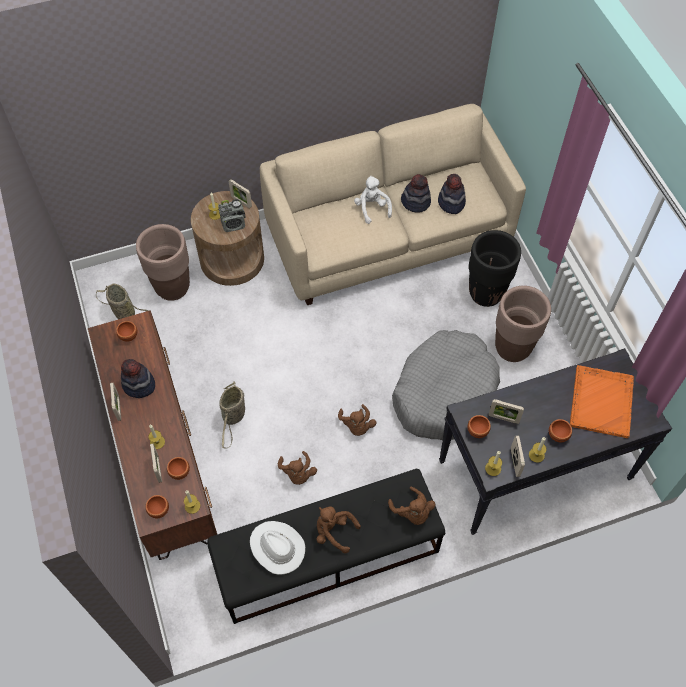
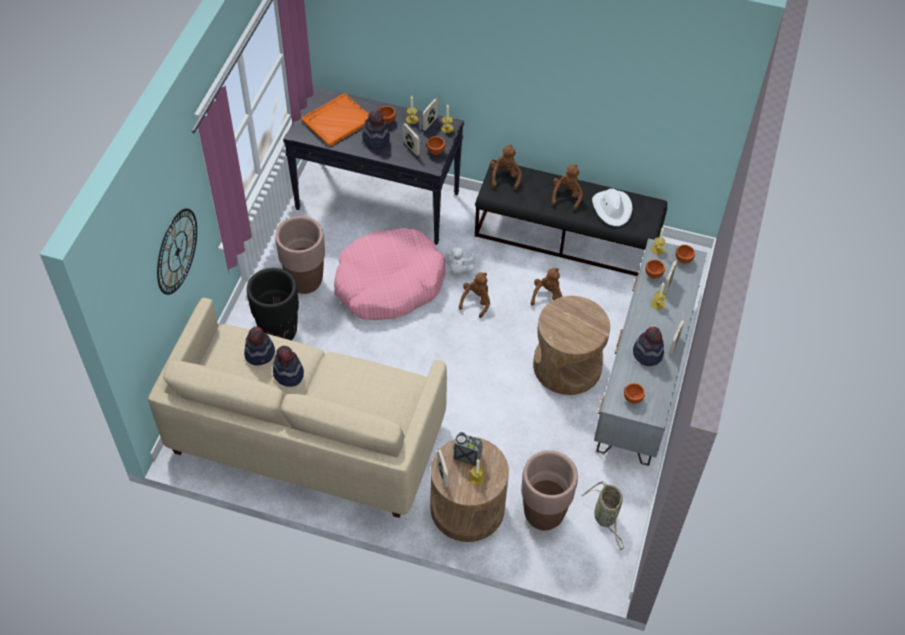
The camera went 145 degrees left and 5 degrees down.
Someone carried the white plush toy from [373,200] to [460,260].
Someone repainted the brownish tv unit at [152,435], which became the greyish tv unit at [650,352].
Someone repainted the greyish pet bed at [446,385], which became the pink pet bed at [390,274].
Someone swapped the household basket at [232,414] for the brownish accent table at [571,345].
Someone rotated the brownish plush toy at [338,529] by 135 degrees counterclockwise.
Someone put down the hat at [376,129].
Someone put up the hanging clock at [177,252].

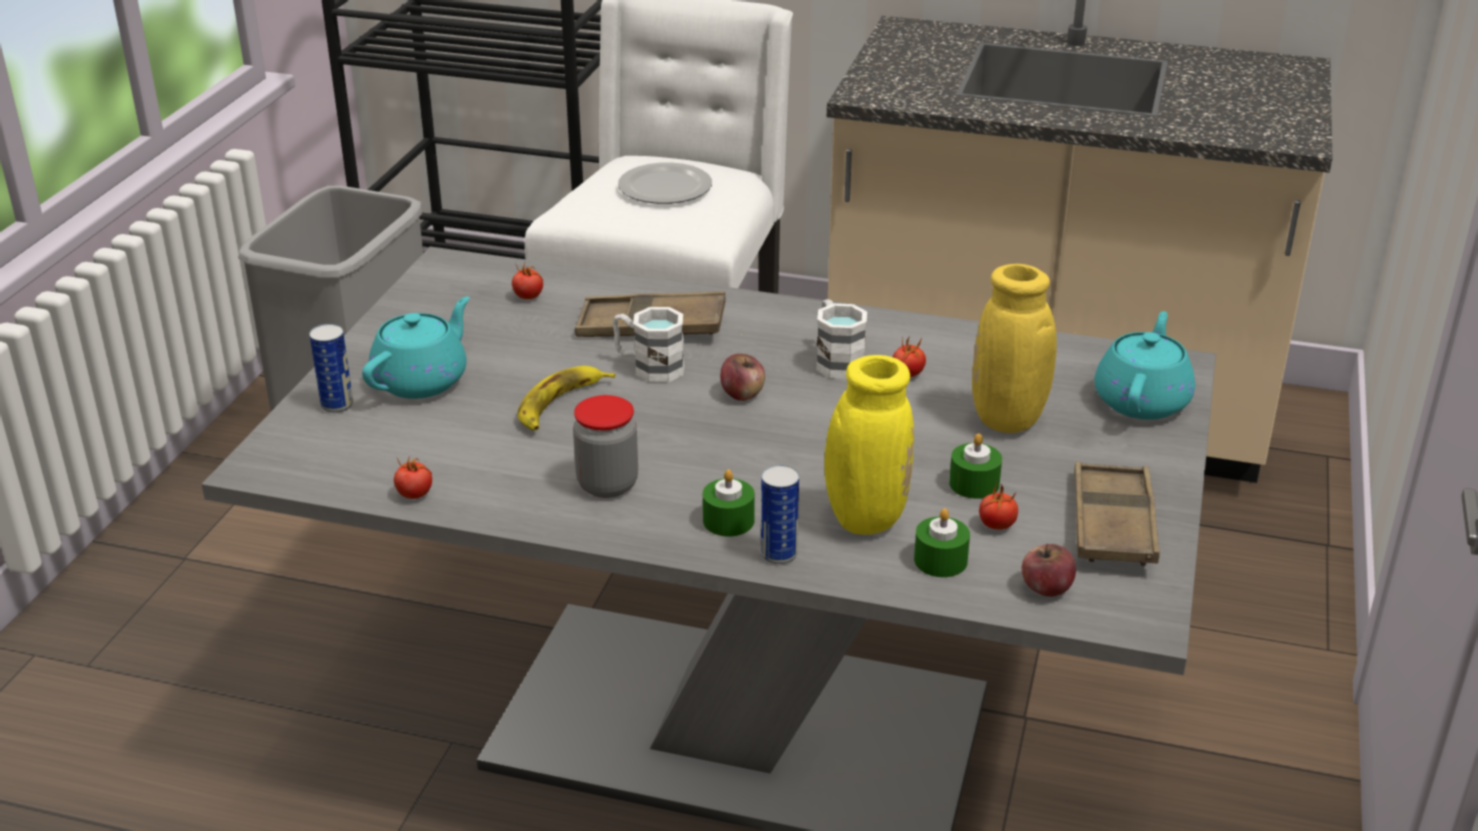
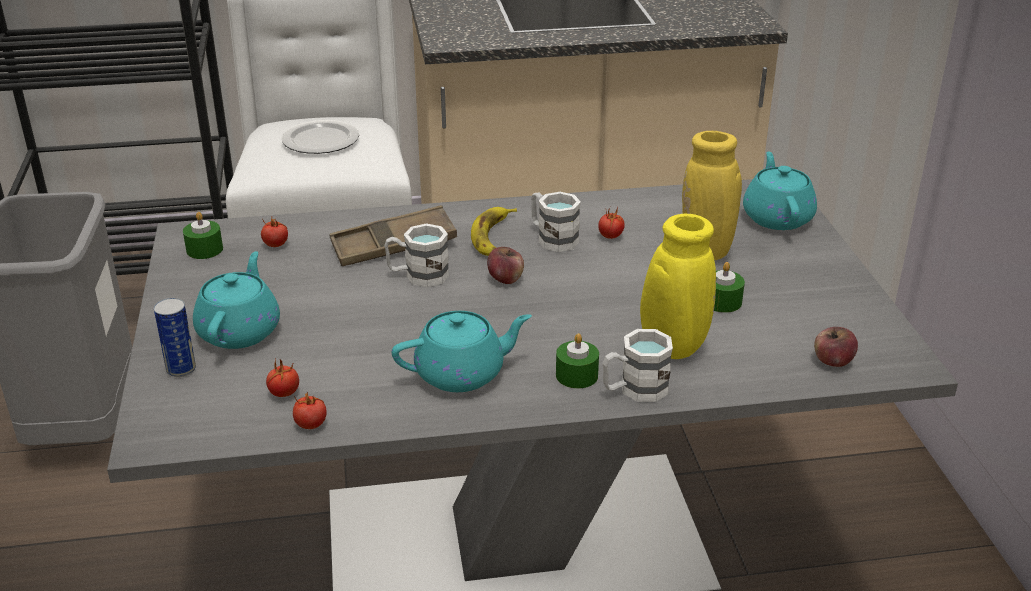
The camera went 25 degrees left and 0 degrees up.
Someone carried the banana from [566,398] to [494,231].
Someone swapped the storage jar at [605,446] for the blue-green teapot at [462,351].
Someone took away the brownish serving tray at [1117,514].
Someone swapped the can at [780,514] for the white coffee mug at [638,365].
Someone carried the whole tomato from [998,505] to [282,377].
Someone carried the green candle from [942,542] to [203,235].

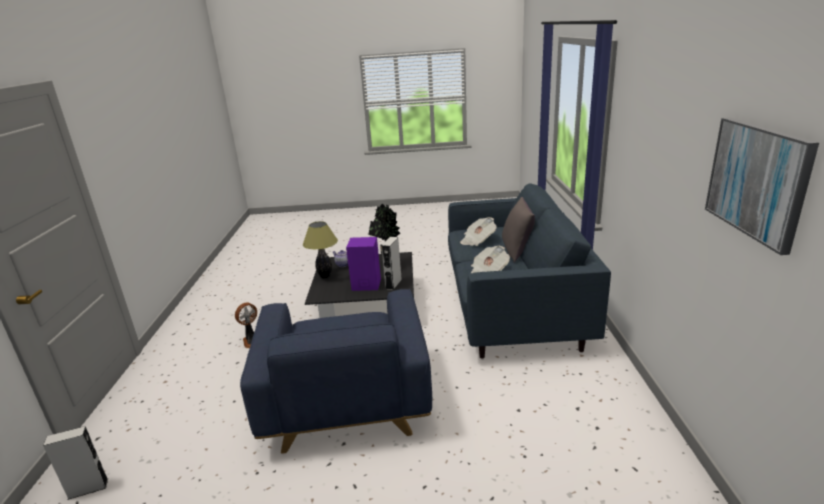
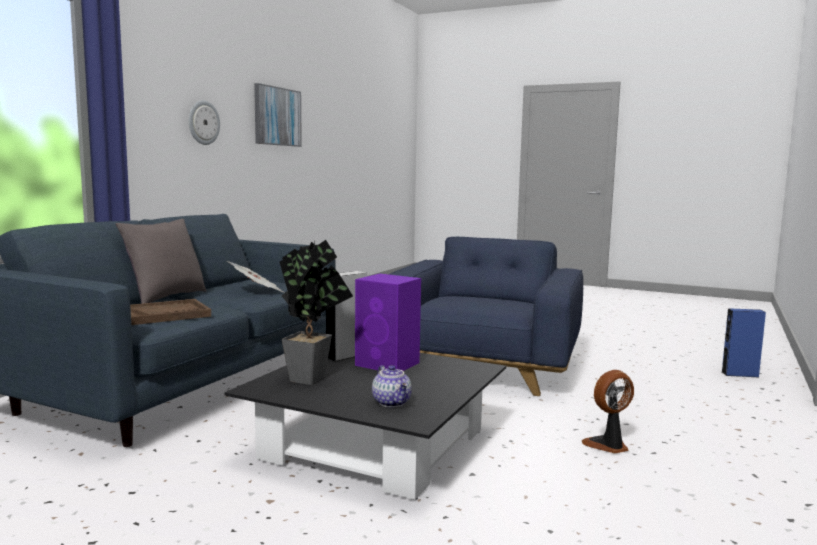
The camera went 155 degrees left and 15 degrees down.
Someone swapped the daily paper at [478,231] for the brownish serving tray at [170,312].
Someone took away the tabletop lamp at [320,250].
Someone repainted the greyish loudspeaker at [75,463], which became the blue loudspeaker at [744,343].
Someone put up the hanging clock at [204,122].

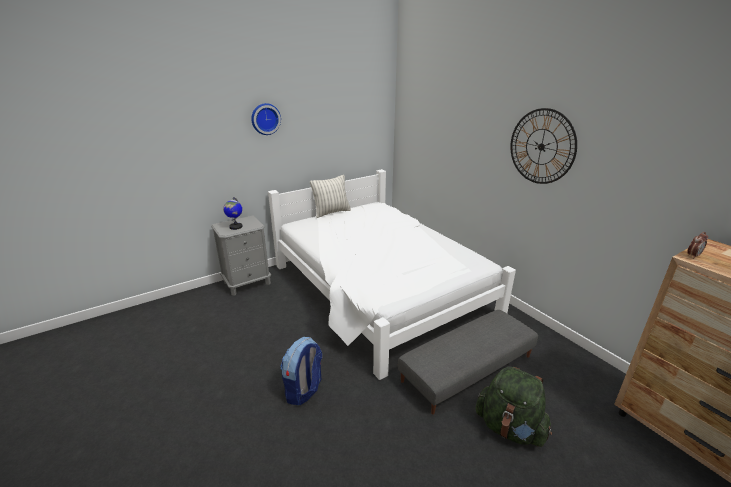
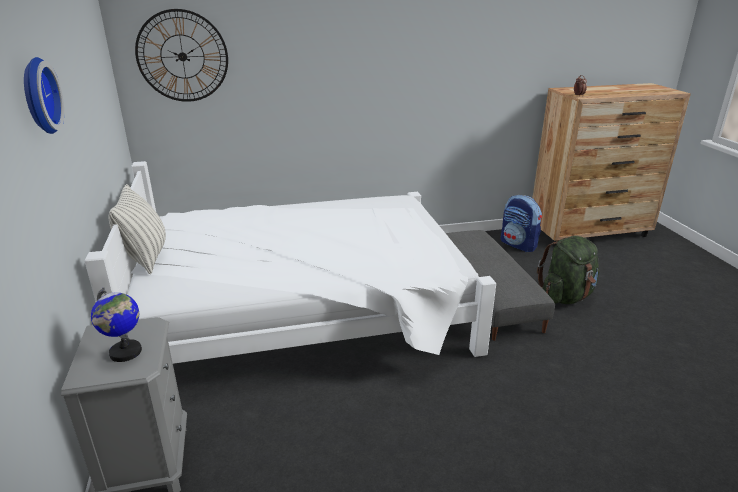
The camera went 70 degrees left and 0 degrees up.
Someone carried the hanging clock from [543,146] to [181,55].
Someone carried the backpack from [301,371] to [521,223].

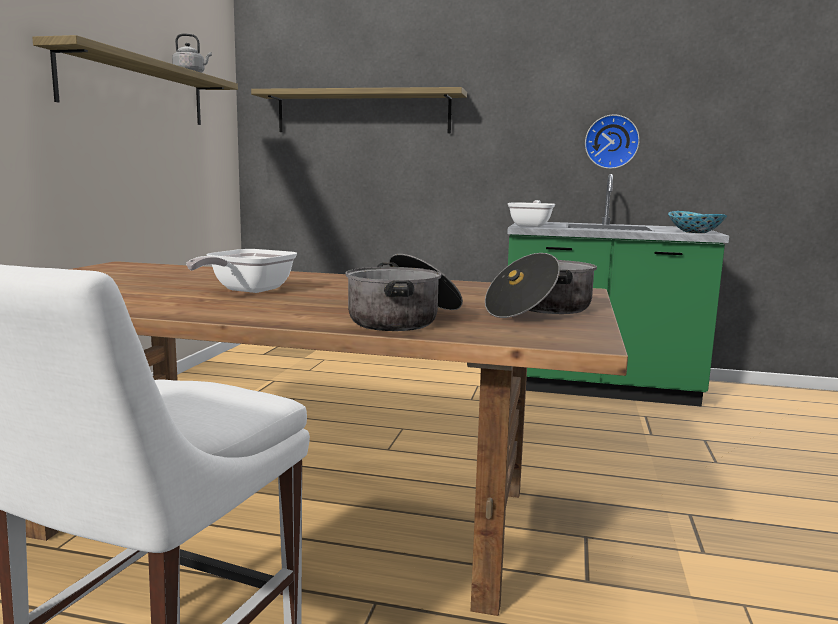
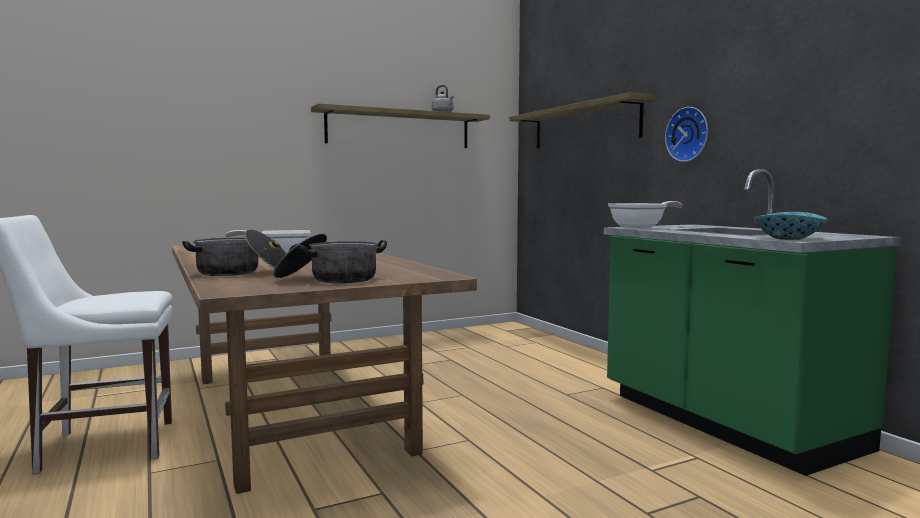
The camera went 50 degrees right and 5 degrees down.
Someone carried the hanging clock from [612,142] to [686,134].

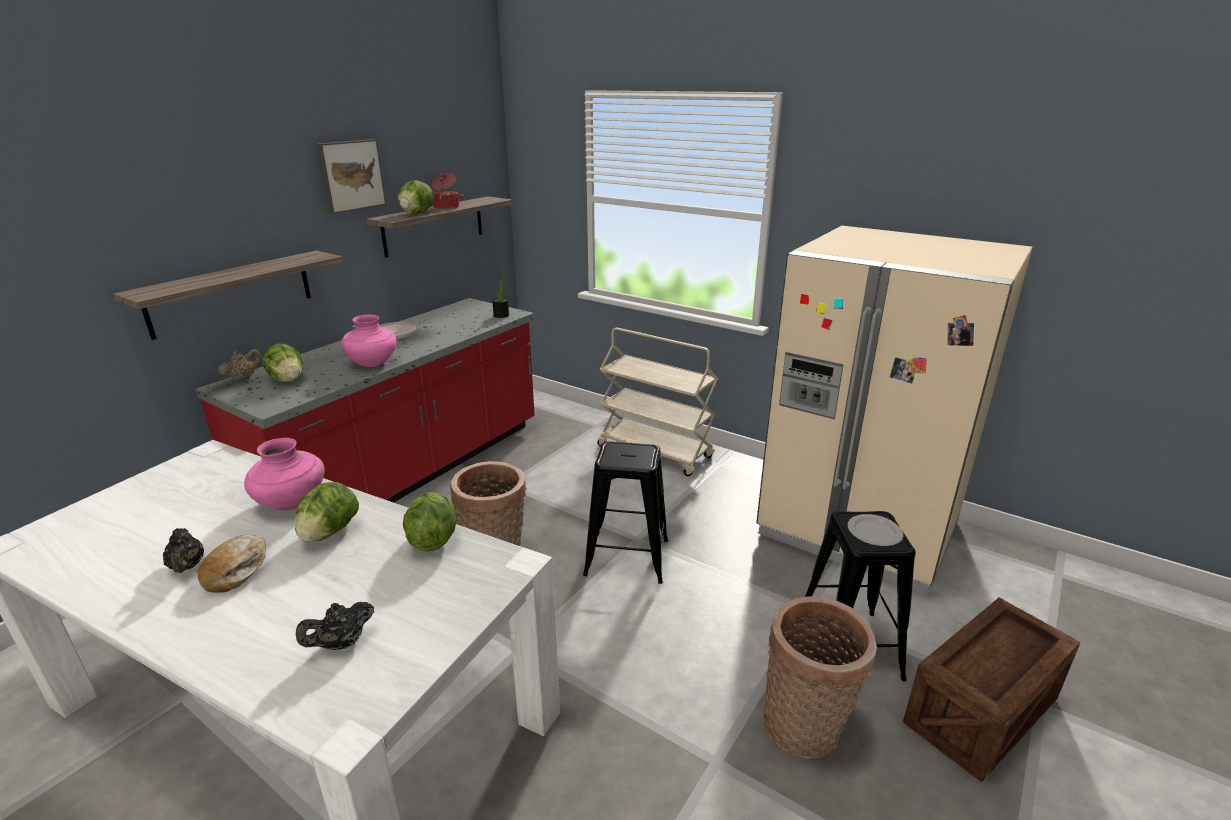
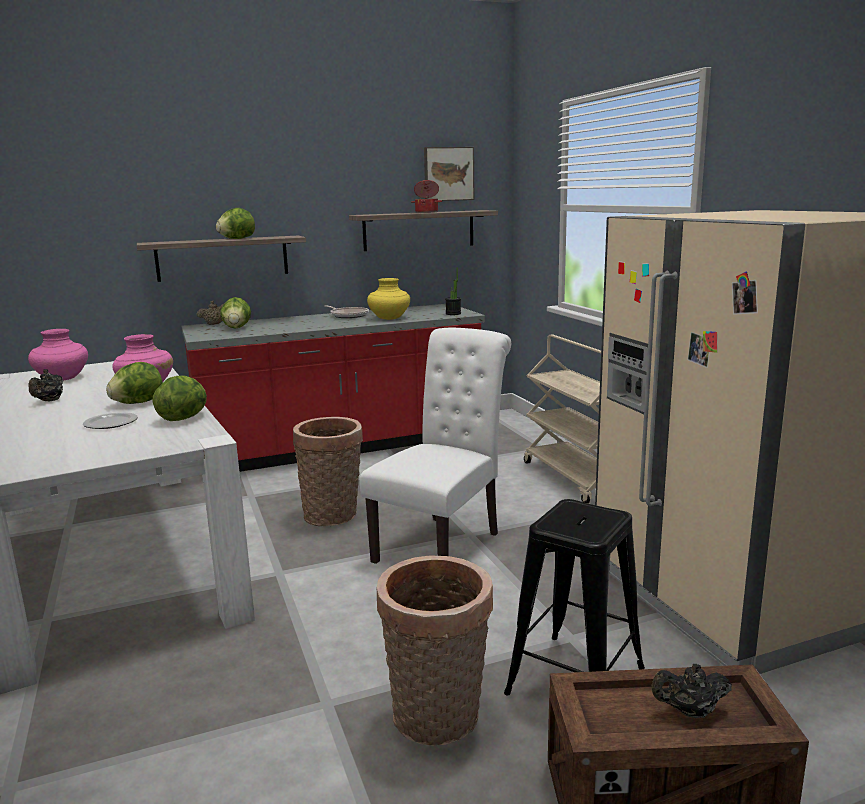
The camera went 35 degrees right and 10 degrees down.
Someone carried the wall picture from [351,176] to [449,174].
Someone carried the lettuce head from [416,197] to [235,223].
Someone carried the pink flower vase from [369,341] to [58,355].
Someone swapped the black-coloured stool at [625,512] for the white chair at [435,446].
Someone carried the flat dish from [875,530] to [110,420].
Someone took away the bread at [232,564].
Someone carried the black-coloured teapot from [335,626] to [691,691].
Someone put down the yellowish flower vase at [388,299].

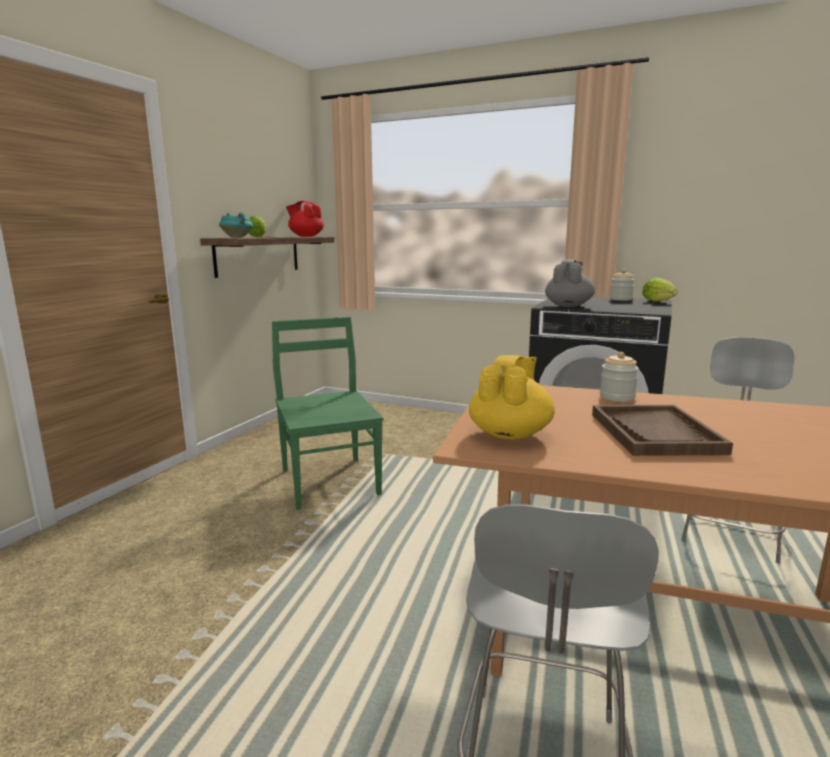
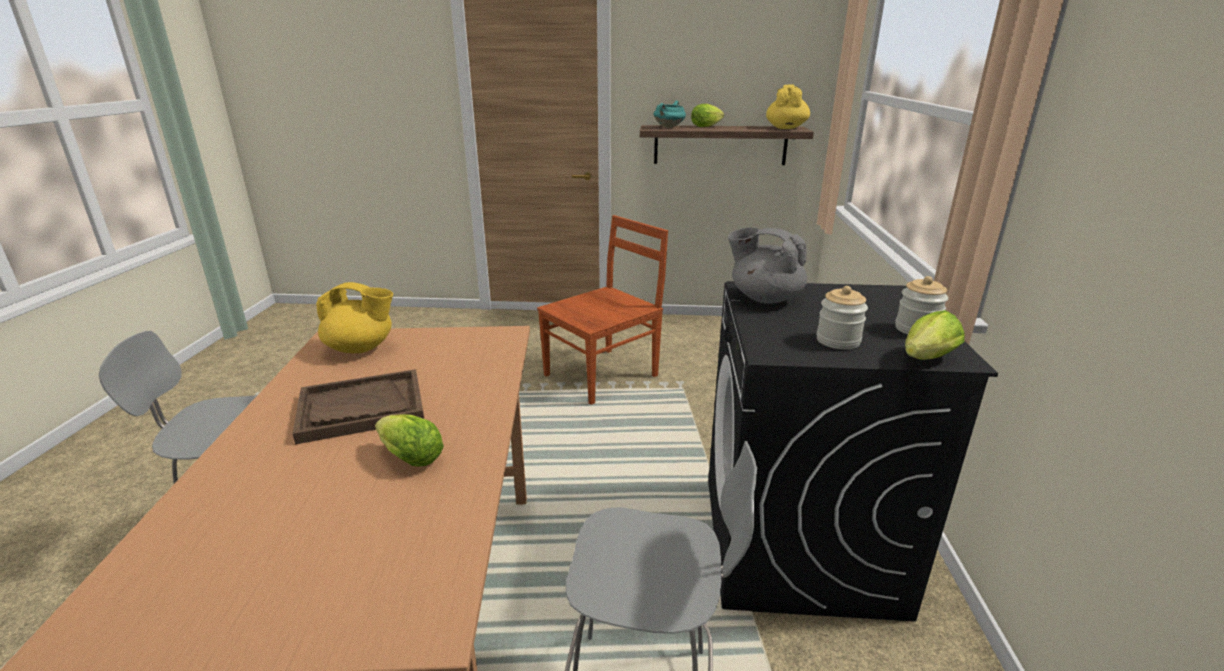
The camera went 70 degrees right and 10 degrees up.
Someone repainted the red-coloured teapot at [305,219], which became the yellowish teapot at [788,107].
Someone rotated the greyish teapot at [570,283] by 150 degrees counterclockwise.
Someone repainted the green chair at [327,413], which became the brownish chair at [602,310].
Someone carried the storage jar from [619,377] to [842,318].
Someone put down the lettuce head at [409,440].

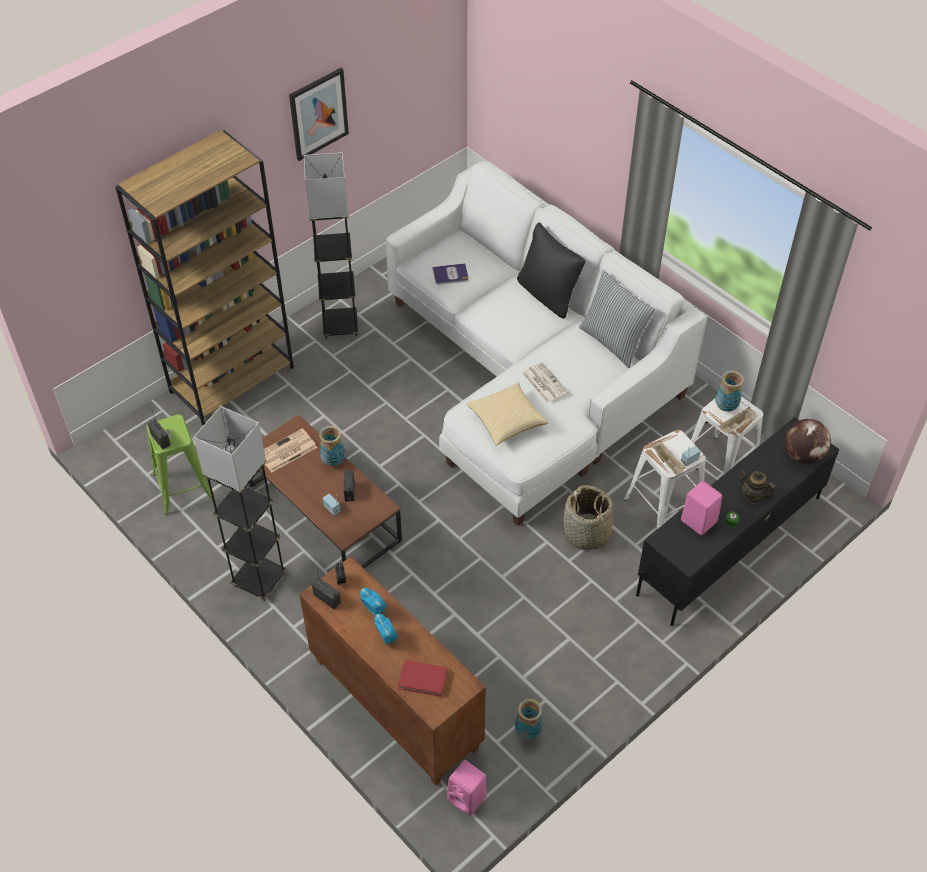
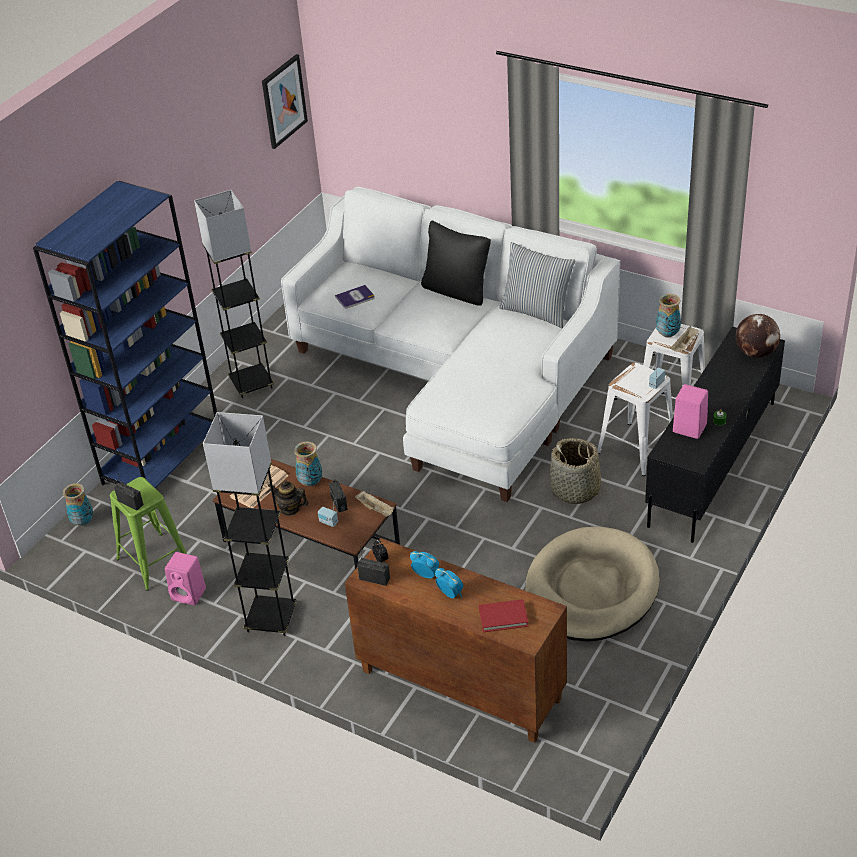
The camera went 15 degrees left and 10 degrees down.
Someone carried the wall picture from [319,114] to [285,101].
Someone repainted the brownish bookshelf at [204,277], which became the blue bookshelf at [125,335].
Someone took away the daily paper at [545,382].
Someone took away the throw pillow at [507,414].
Someone carried the beige-coloured serving tray from [668,458] to [374,504].
Someone carried the teapot from [757,486] to [288,498].
Someone carried the flower vase from [529,719] to [78,504].
Someone carried the pink loudspeaker from [466,788] to [185,578].
Someone put down the beige-coloured pet bed at [592,584].

